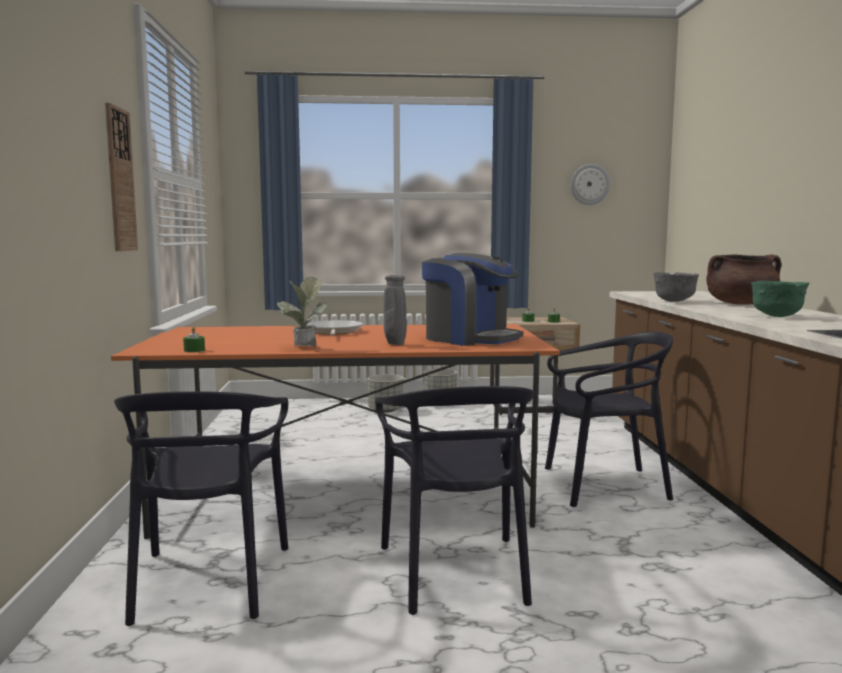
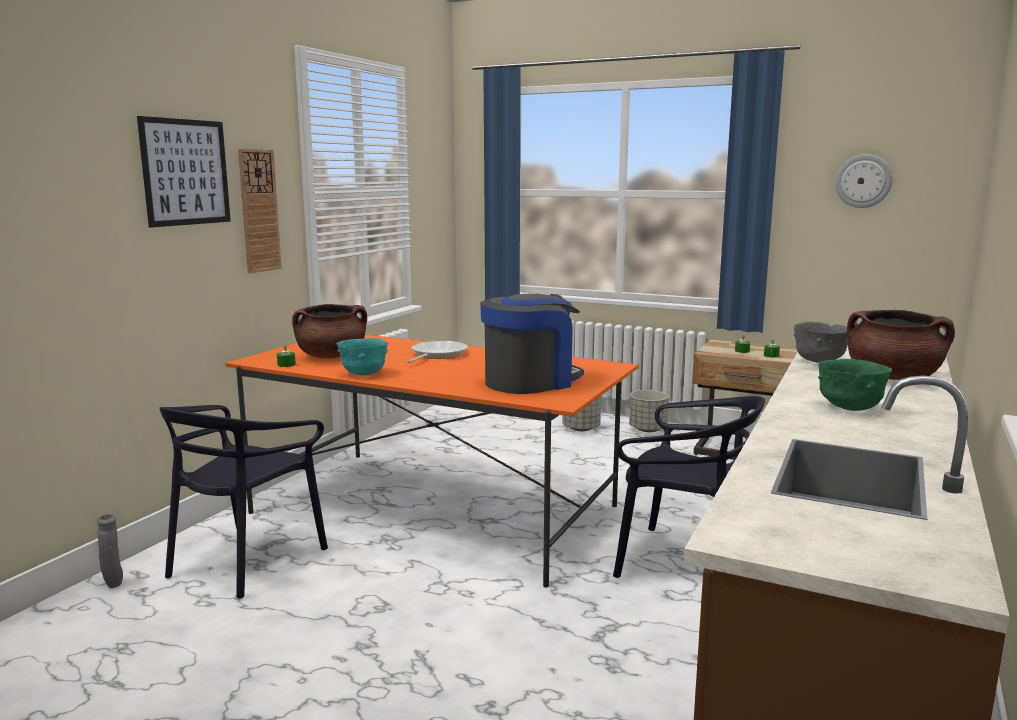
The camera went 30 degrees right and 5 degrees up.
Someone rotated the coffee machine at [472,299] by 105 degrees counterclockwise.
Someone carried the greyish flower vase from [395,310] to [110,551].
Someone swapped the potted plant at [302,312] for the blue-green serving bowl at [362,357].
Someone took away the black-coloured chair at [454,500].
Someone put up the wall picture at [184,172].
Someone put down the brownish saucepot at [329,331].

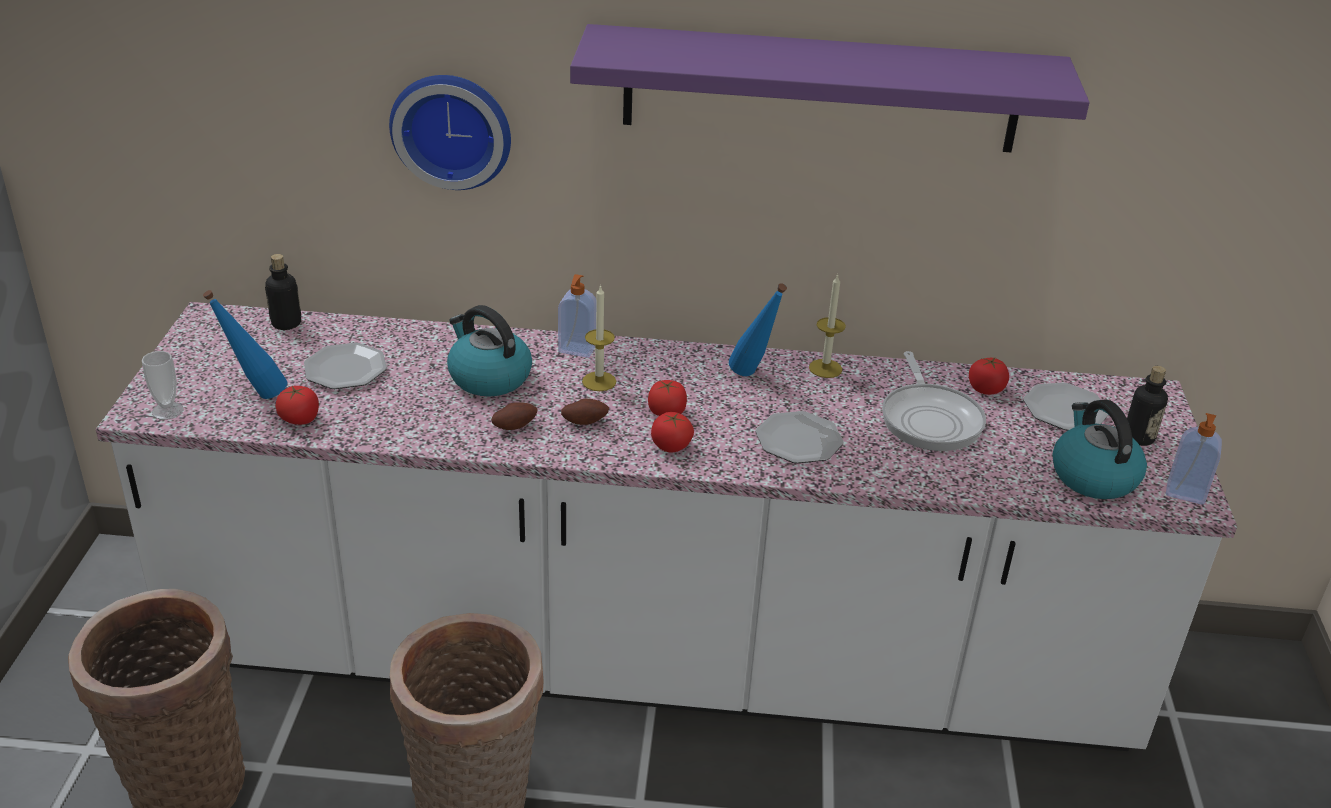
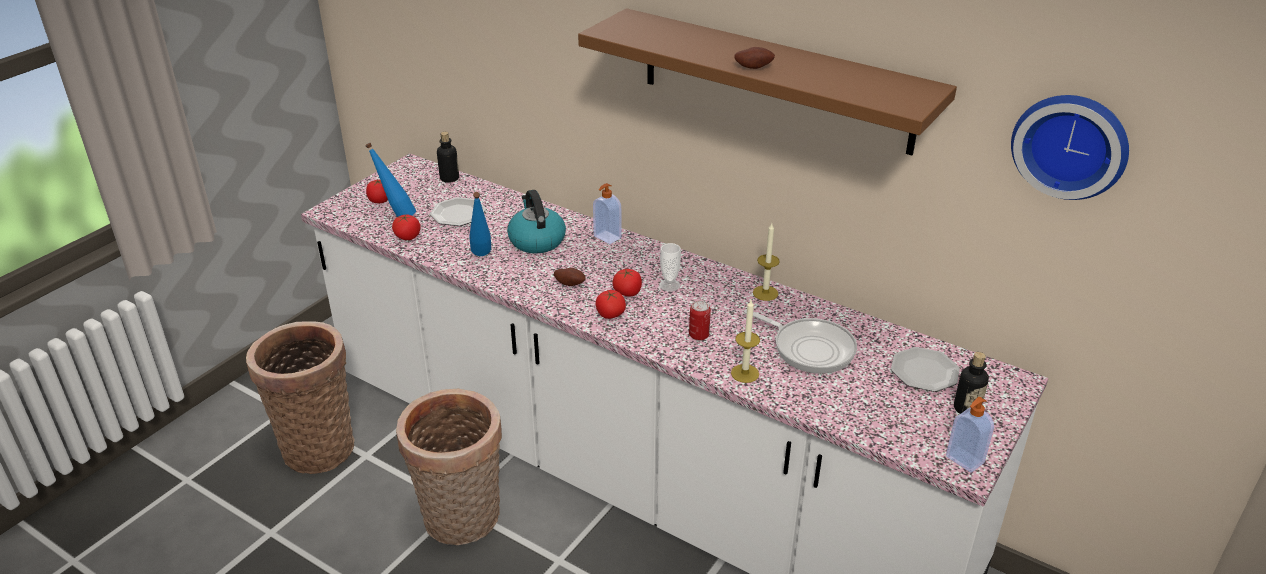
The camera went 30 degrees right and 0 degrees up.
Someone repainted the purple-coloured bracket shelf at [830,88], which became the brownish bracket shelf at [767,81].
Someone carried the hanging clock from [450,132] to [1070,147].
Someone carried the blue drink bottle from [758,329] to [480,224].
Someone carried the candle from [599,338] to [745,341].
Someone carried the drinking cup from [163,385] to [670,267].
Someone rotated the skillet at [934,401] by 75 degrees counterclockwise.
Someone carried the whole tomato from [989,376] to [377,191].
Someone took away the water kettle at [1099,449].
Someone carried the spud from [514,416] to [755,58].
Someone swapped the flat dish at [800,437] for the can at [700,321].

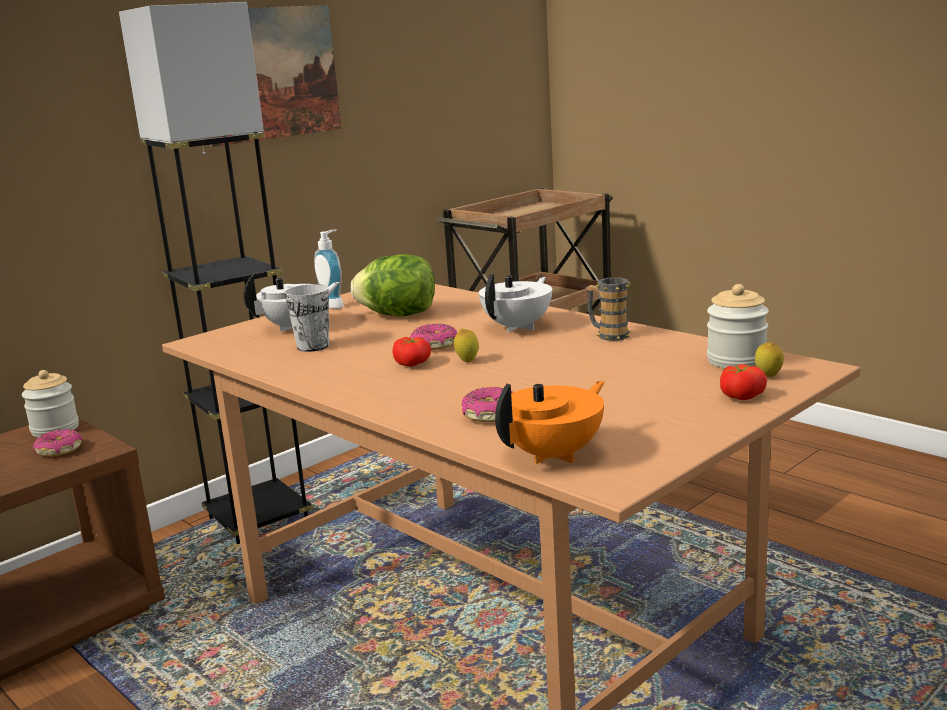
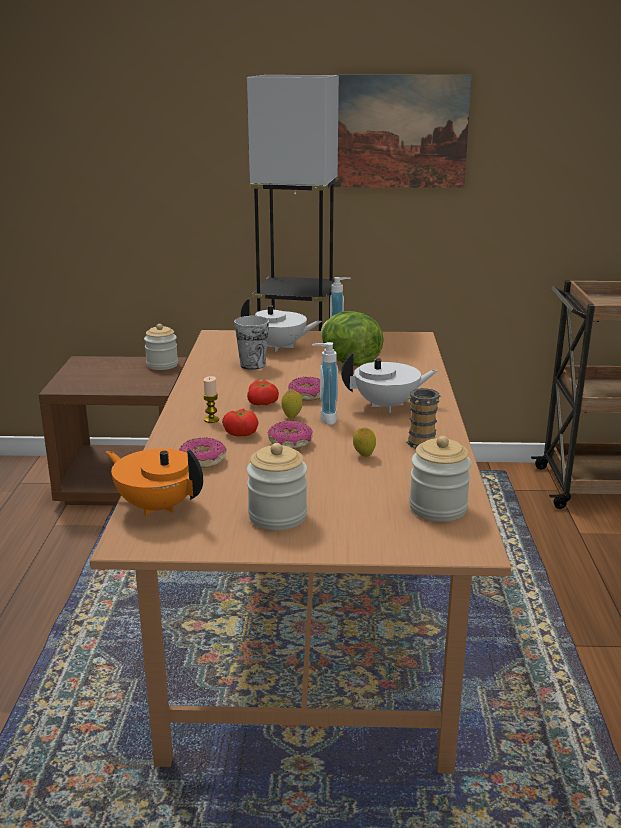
The camera went 45 degrees right and 5 degrees up.
Someone carried the whole lemon from [769,359] to [364,442].
Someone carried the whole tomato from [743,382] to [240,422].
Someone rotated the orange teapot at [550,422] by 150 degrees counterclockwise.
Someone carried the ring doughnut from [57,443] to [290,435].
Someone put down the soap dispenser at [325,383].
Someone put down the candle at [211,399].
Someone put down the storage jar at [277,486].

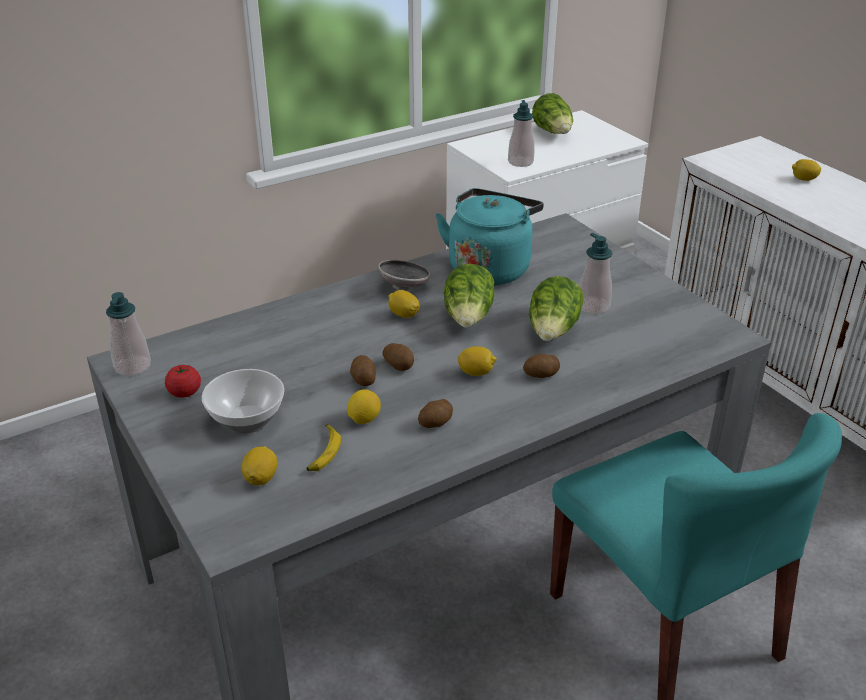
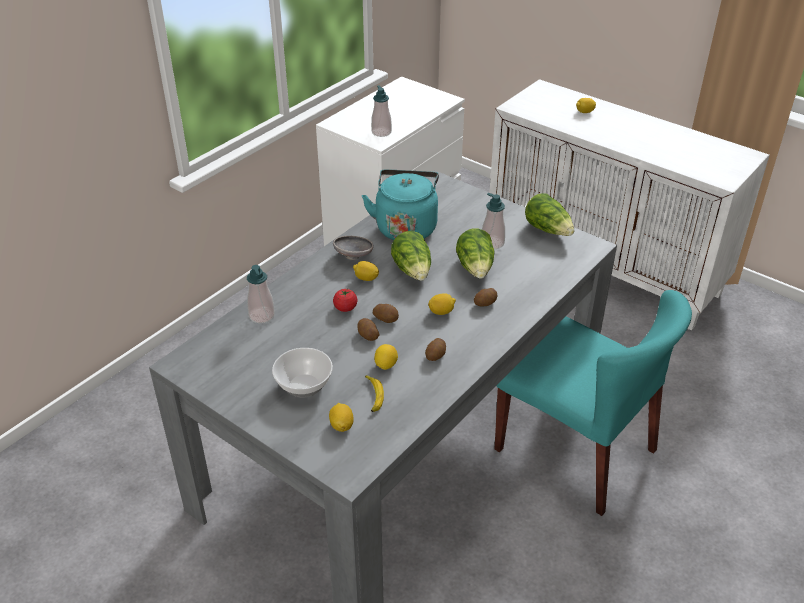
The camera went 20 degrees left and 5 degrees up.
Someone carried the lettuce head from [552,113] to [549,214].
Someone carried the soap dispenser from [128,334] to [261,294].
Someone carried the whole tomato from [183,381] to [345,300].

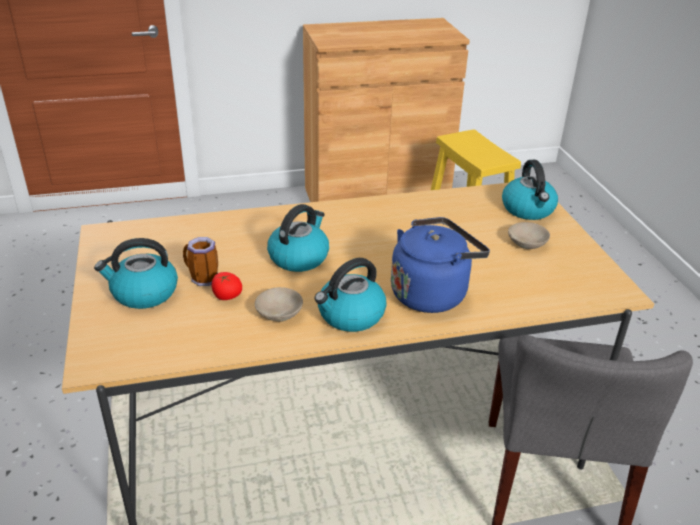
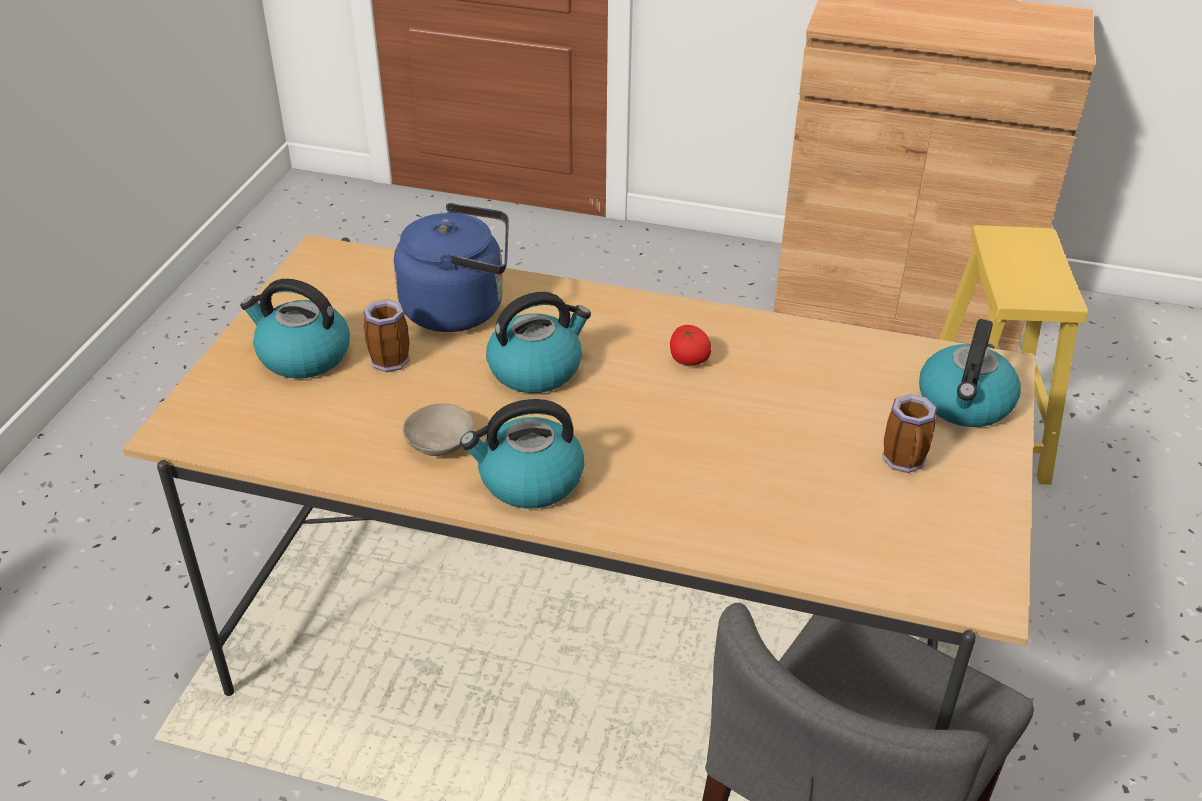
The camera went 30 degrees right and 5 degrees up.
Someone carried the blue water kettle from [440,265] to [451,267].
Someone swapped the beige-coloured serving bowl at [529,235] for the coffee mug at [909,433].
Someone carried the whole tomato from [227,286] to [690,345].

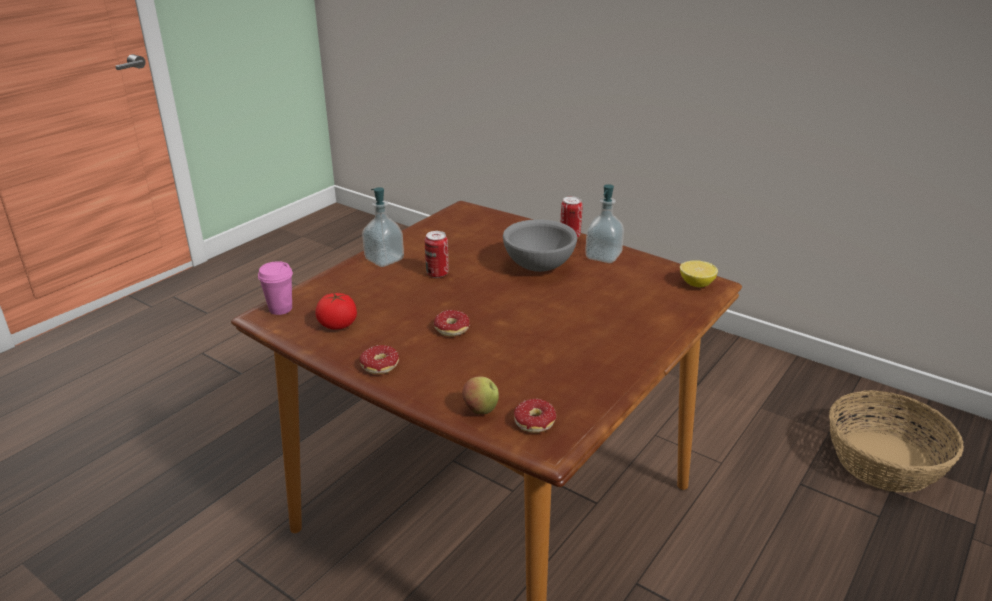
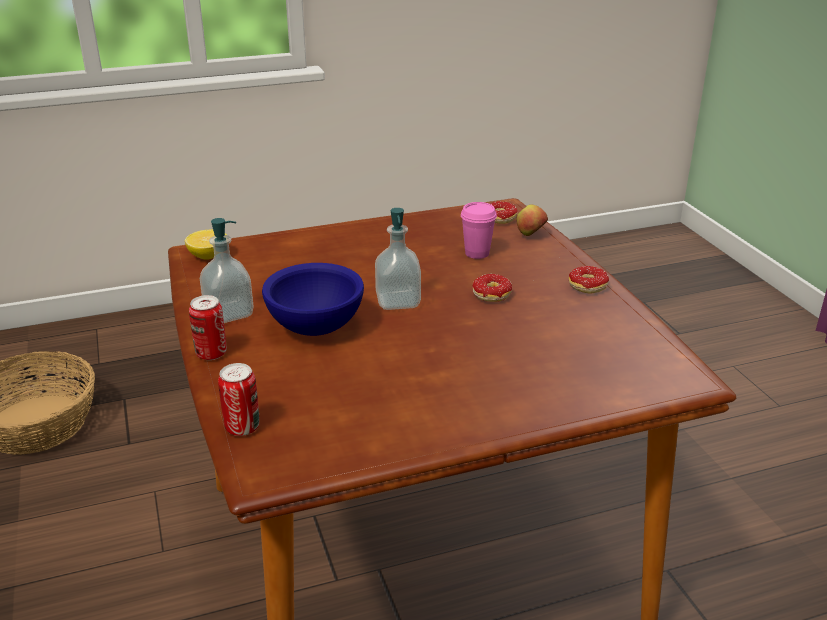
The camera went 145 degrees left and 0 degrees up.
Someone carried the soap dispenser from [383,227] to [398,259].
Someone repainted the greyish serving bowl at [540,245], which became the blue serving bowl at [313,299].
Someone carried the can from [436,254] to [239,399].
Someone carried the pink drinking cup from [275,288] to [479,230].
Someone took away the whole tomato at [336,311].

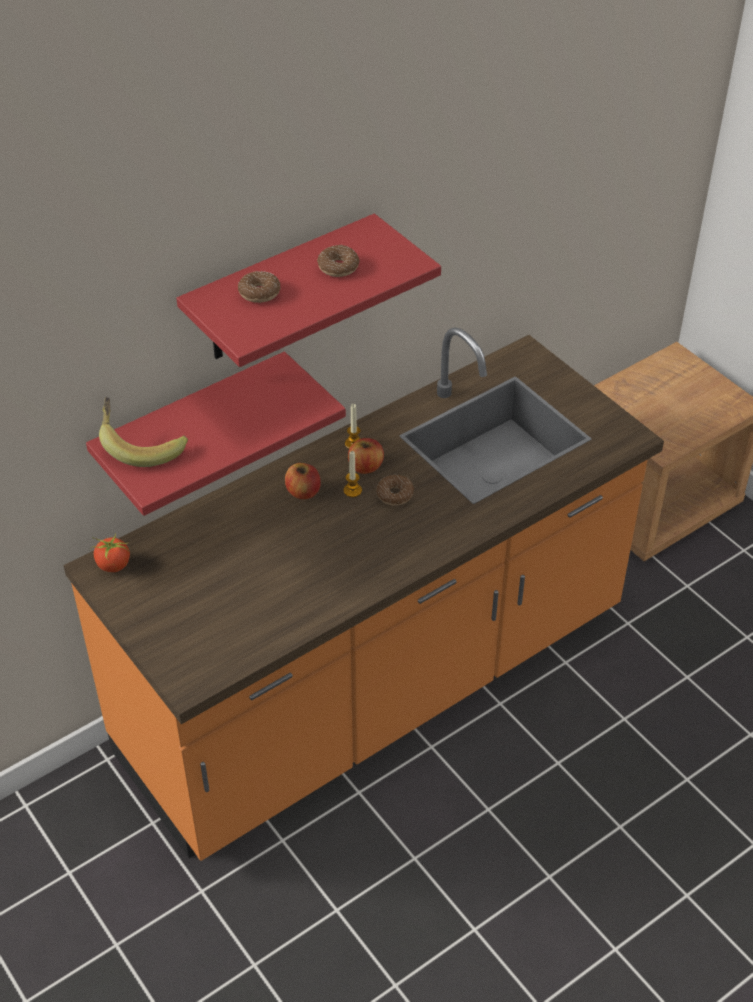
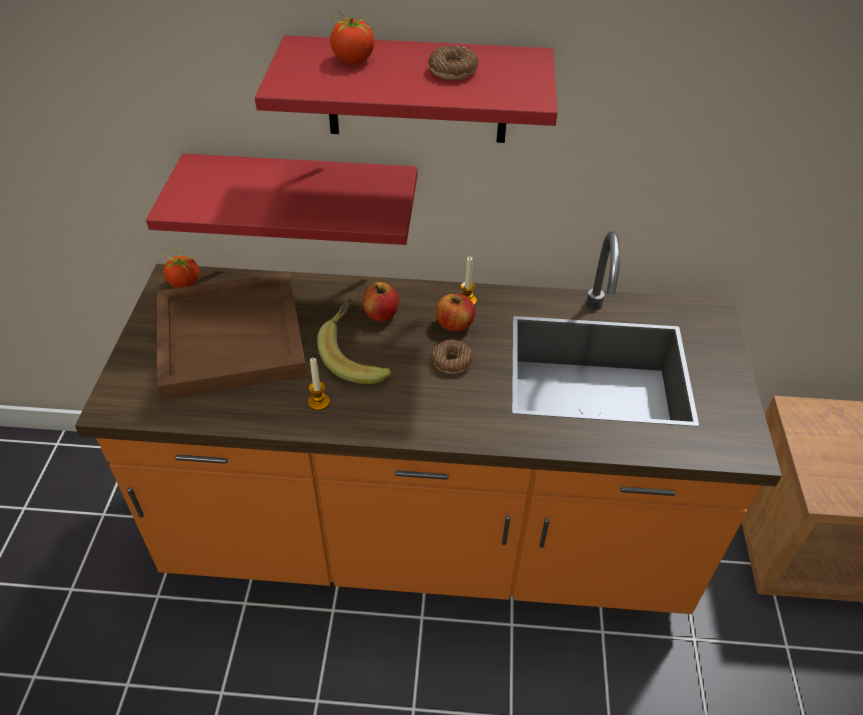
The camera went 40 degrees right and 0 degrees up.
Someone swapped the ring doughnut at [259,287] for the whole tomato at [351,37].
Someone carried the banana from [143,432] to [354,341].
Someone carried the candle from [352,474] to [319,384].
Someone put down the brownish serving tray at [232,336].

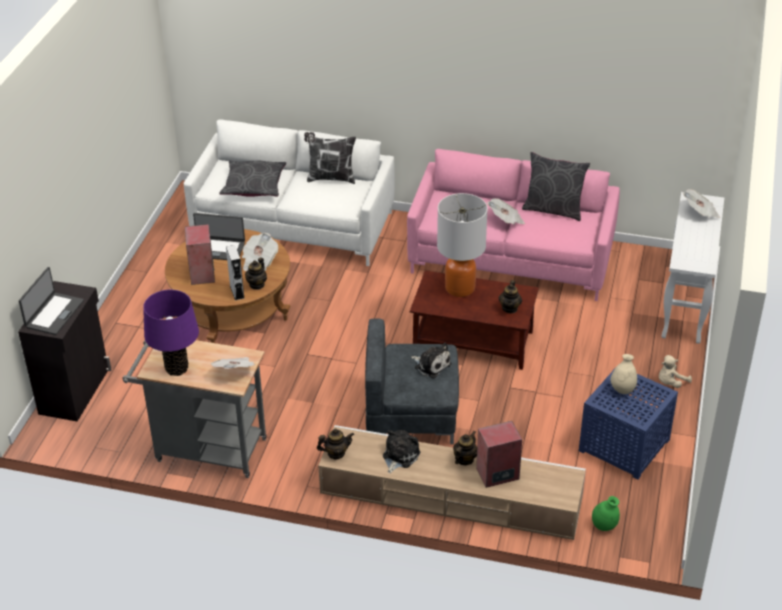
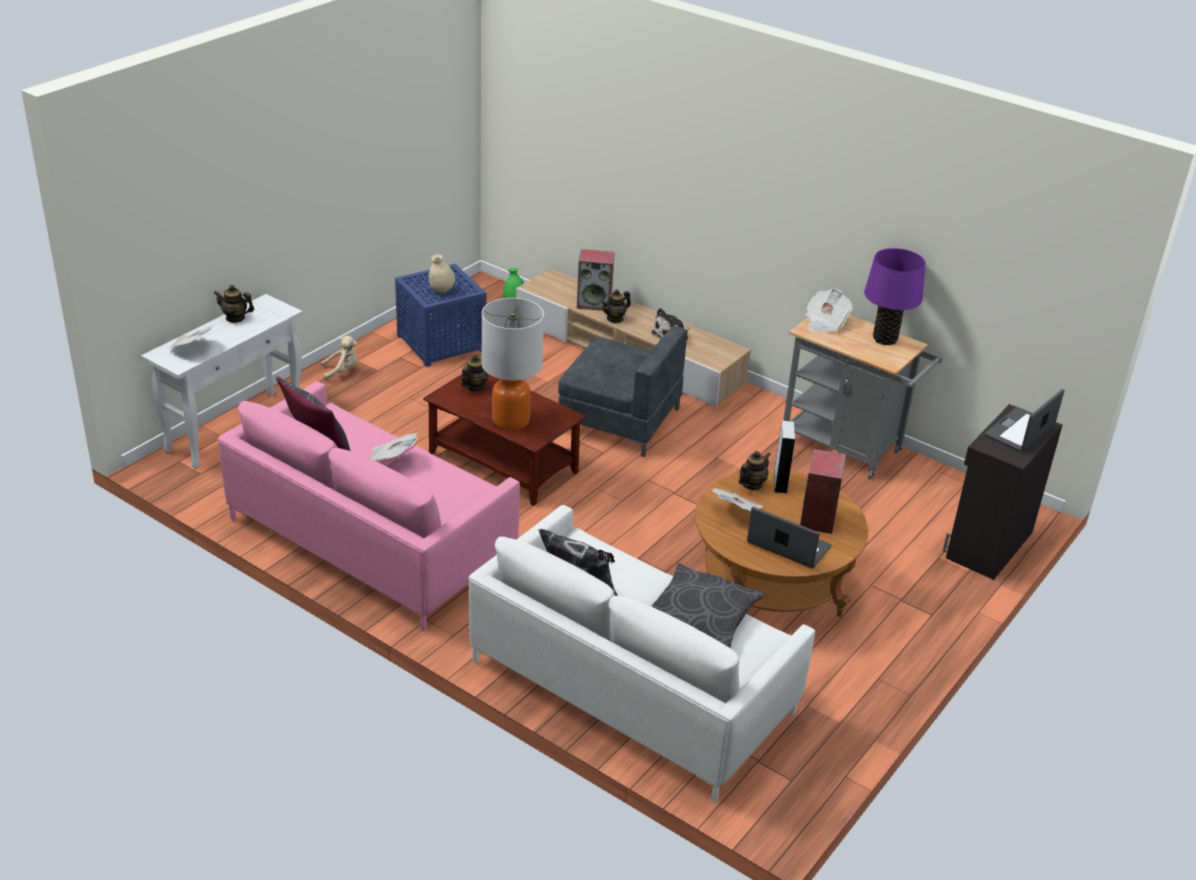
The camera went 160 degrees left and 5 degrees down.
Someone took away the plush toy at [431,361].
Someone carried the teapot from [335,444] to [234,304].

